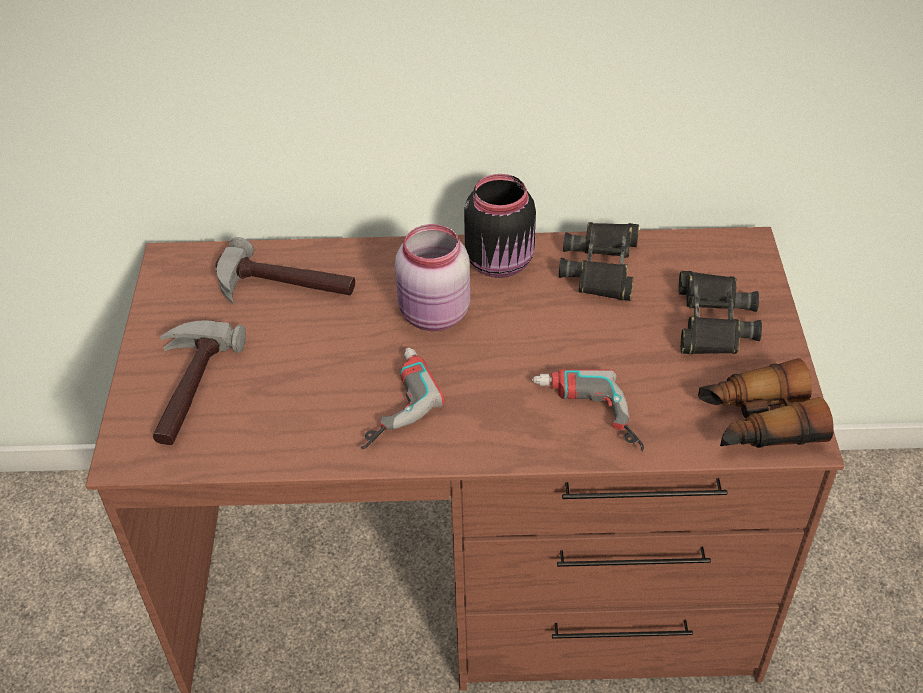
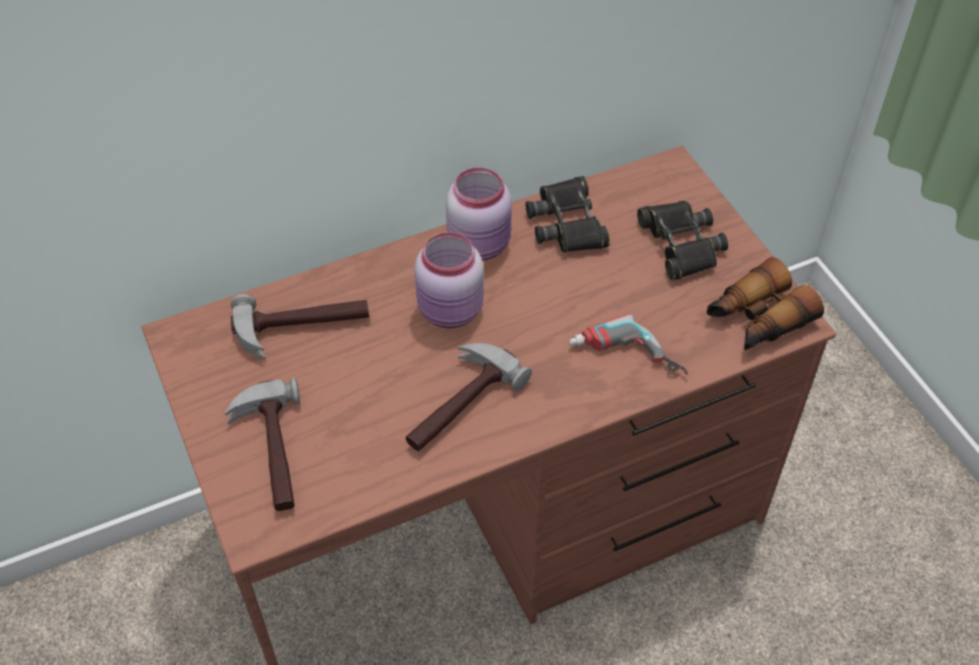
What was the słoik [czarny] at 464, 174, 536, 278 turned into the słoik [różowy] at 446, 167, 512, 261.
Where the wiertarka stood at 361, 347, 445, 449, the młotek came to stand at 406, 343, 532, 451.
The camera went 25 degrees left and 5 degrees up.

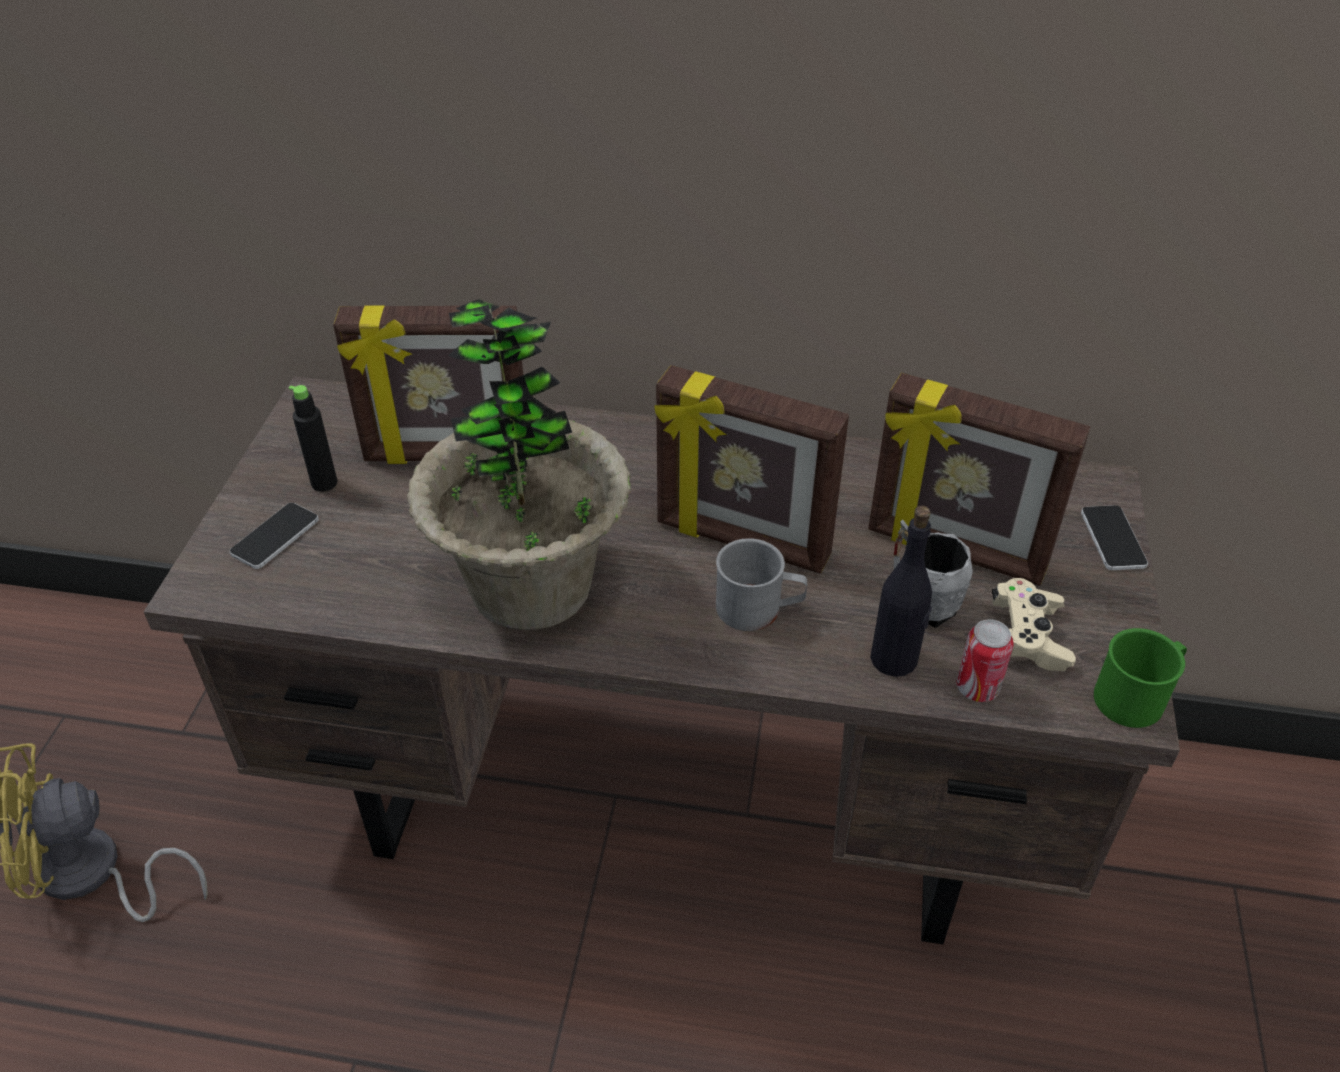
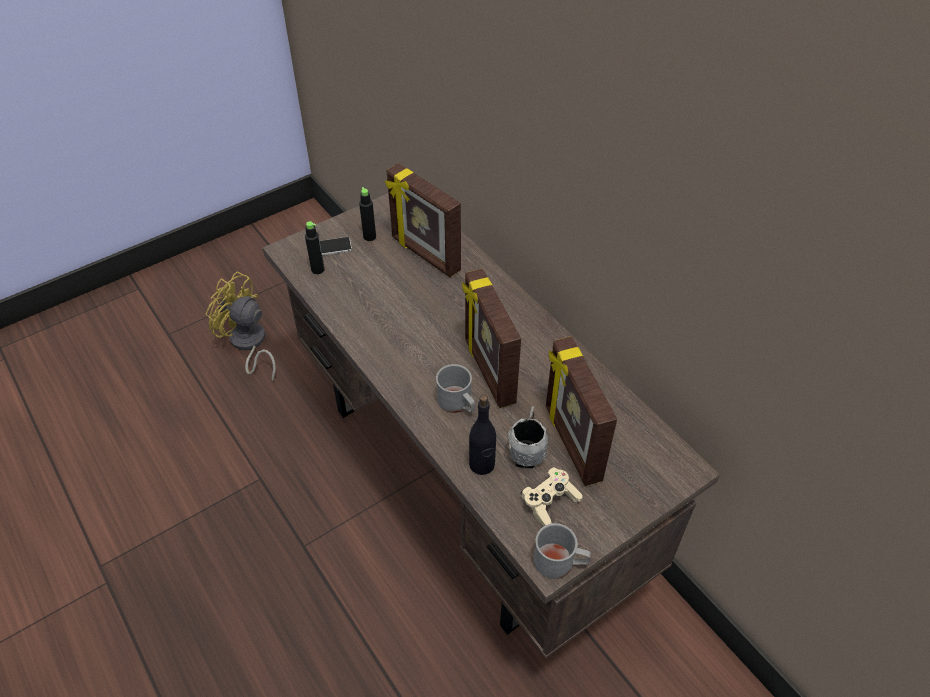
The second view lost the roślina doniczkowa at 407, 299, 631, 630.
The second view lost the telefon at 1081, 505, 1148, 570.
The second view lost the puszka at 956, 619, 1014, 702.
What was the kubek [zielony] at 1094, 628, 1187, 728 turned into the kubek [szary] at 534, 523, 591, 579.
The second view gained the butelka [czarny] at 305, 221, 325, 274.
The camera went 45 degrees right and 5 degrees up.

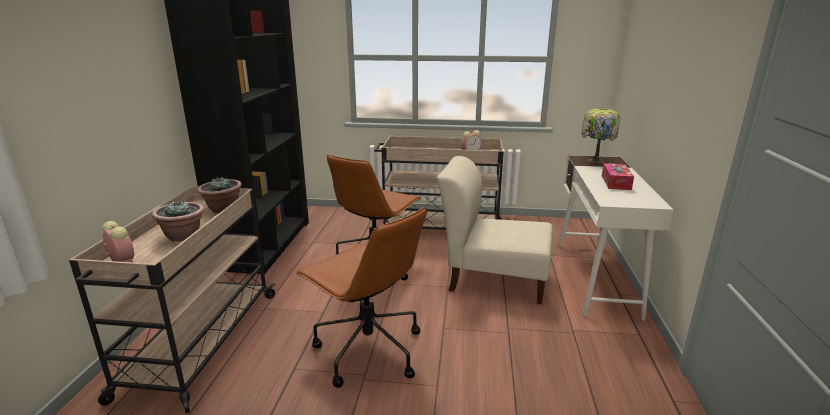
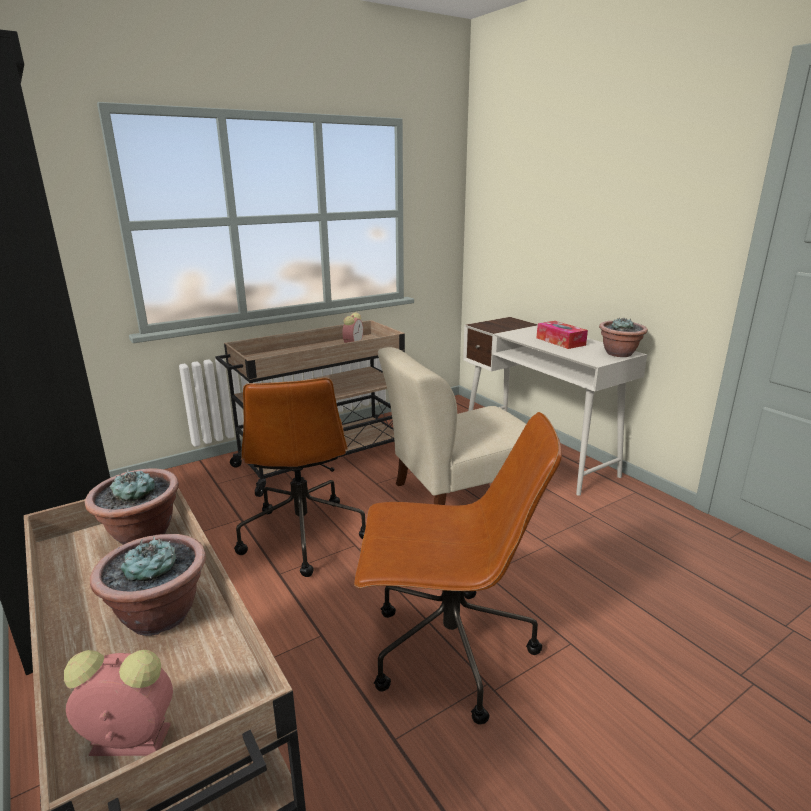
The second view lost the lampa stołowa at 581, 107, 620, 163.
The second view gained the roślina doniczkowa at 599, 317, 648, 357.
The camera went 40 degrees left and 0 degrees up.

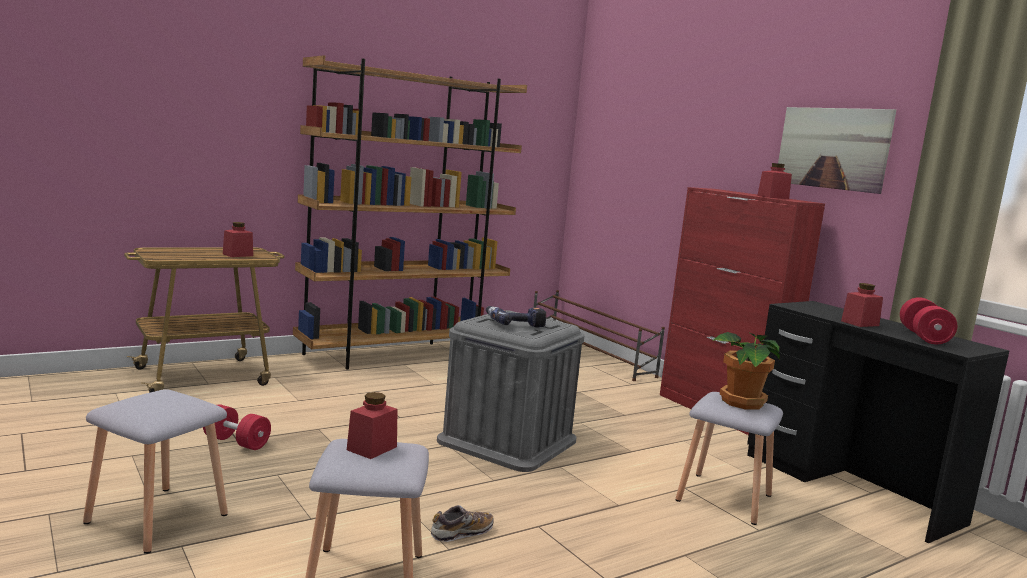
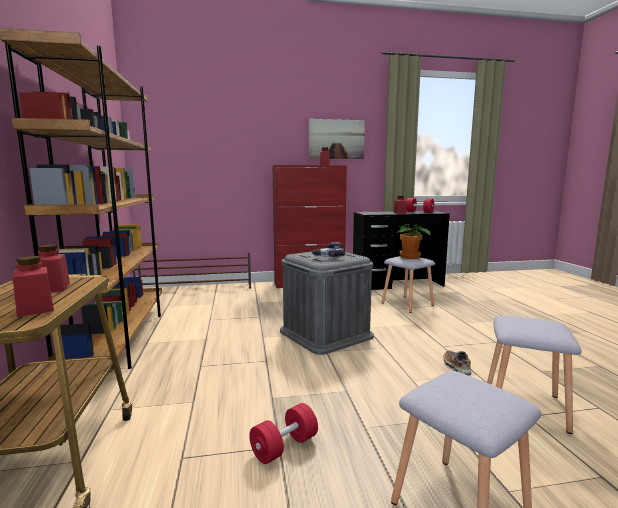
The słoik [czerwony] ended up elsewhere, having gone from 347, 392, 398, 459 to 13, 256, 54, 317.
The camera went 65 degrees left and 0 degrees up.

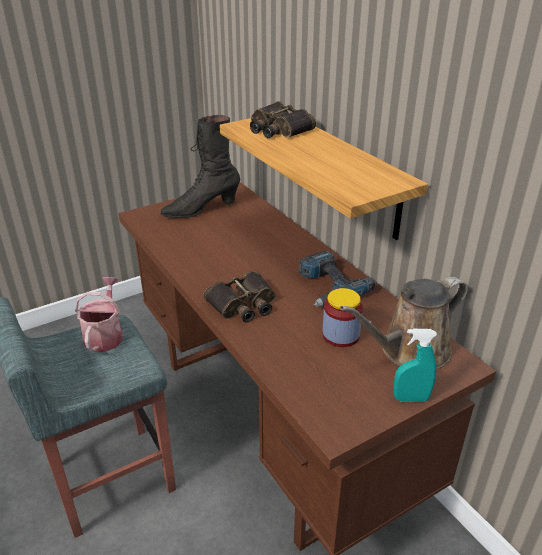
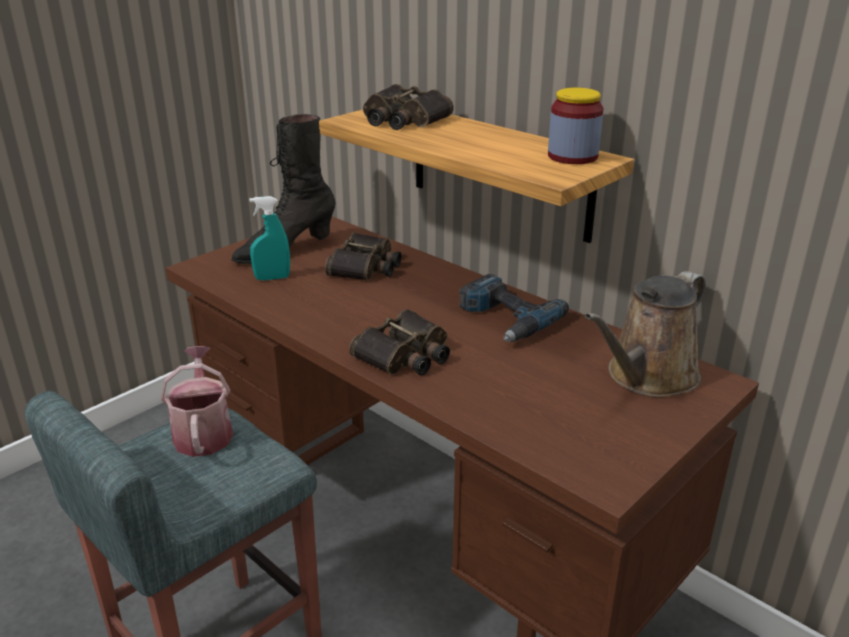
The słoik ended up elsewhere, having gone from 322, 288, 363, 347 to 548, 88, 604, 164.
The spryskiwacz [turkusowy] ended up elsewhere, having gone from 393, 329, 437, 402 to 249, 196, 290, 280.
The second view gained the lornetka at 325, 232, 402, 281.
The camera went 15 degrees left and 5 degrees down.

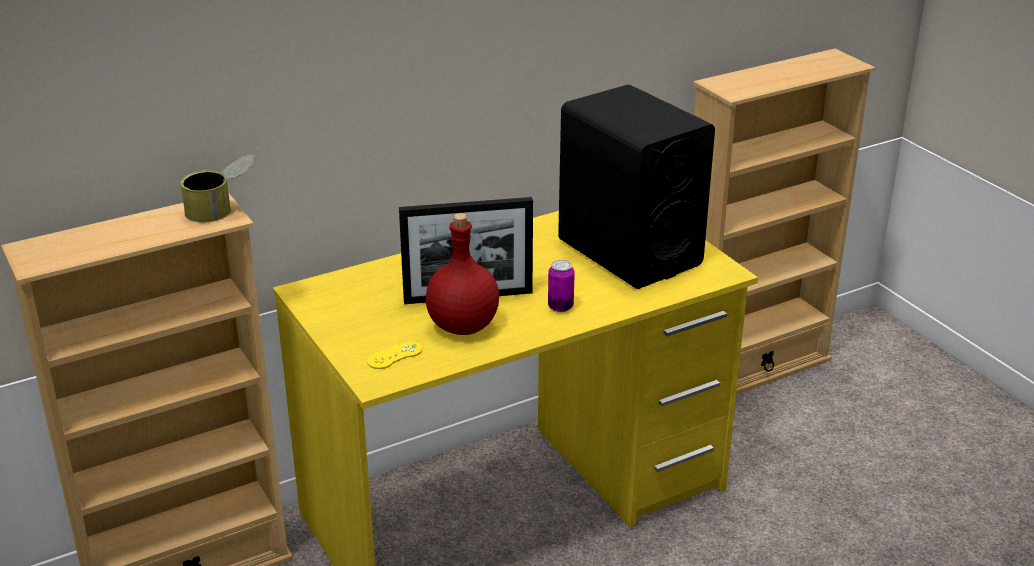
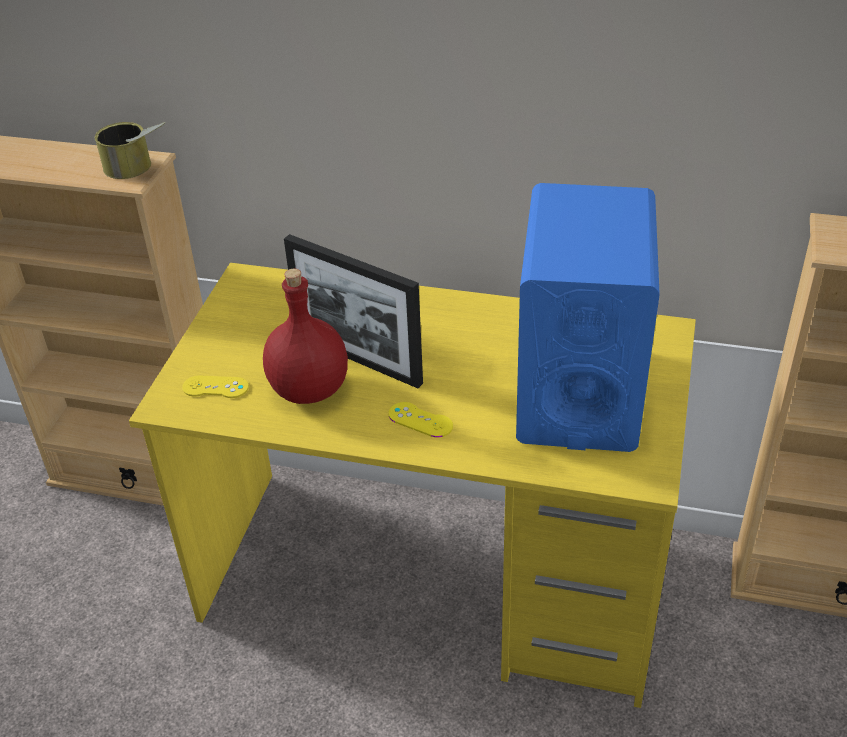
What was the głośnik [czarny] at 558, 84, 715, 289 turned into the głośnik [niebieski] at 516, 183, 660, 452.
Where the puszka stood at 548, 260, 575, 312, the pad do gier [żółty] came to stand at 388, 402, 453, 437.
The camera went 45 degrees right and 10 degrees up.

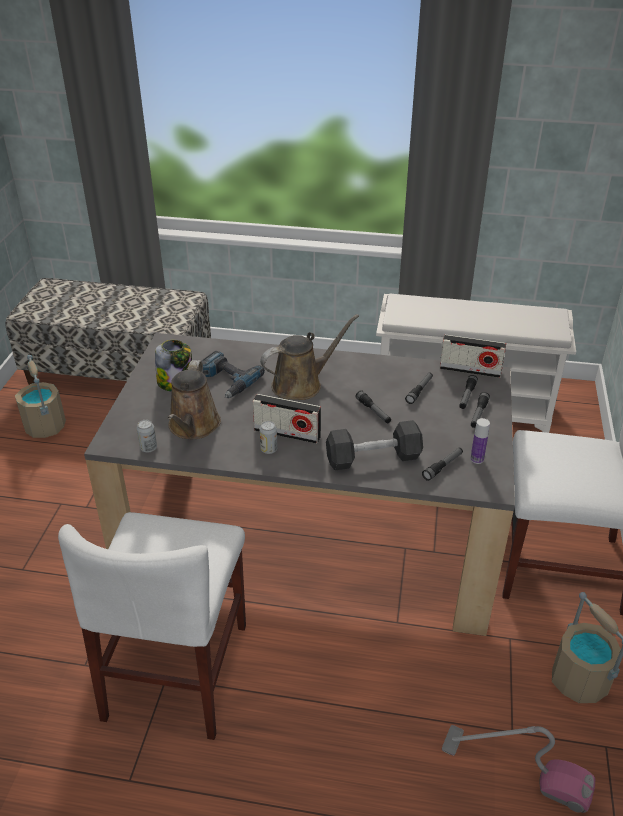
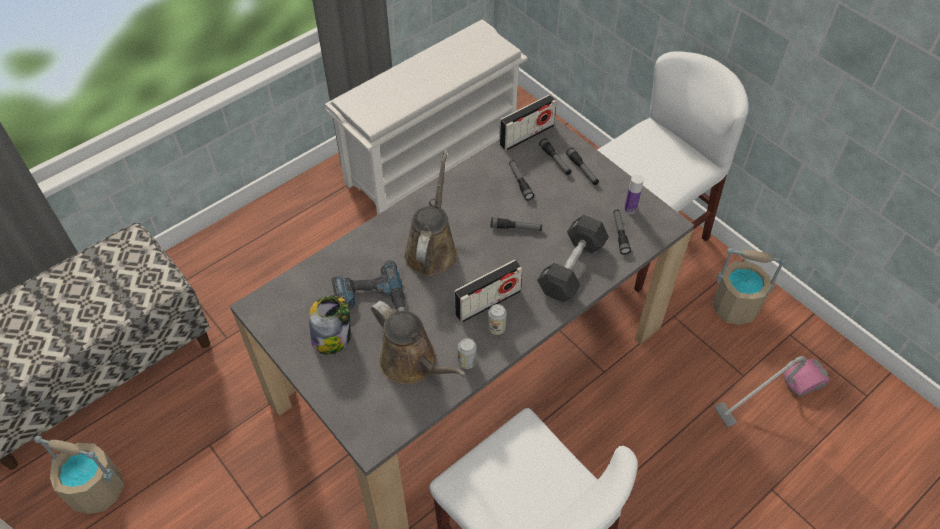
The puszka ended up elsewhere, having gone from 137, 420, 157, 453 to 458, 338, 477, 369.
The camera went 50 degrees left and 15 degrees up.

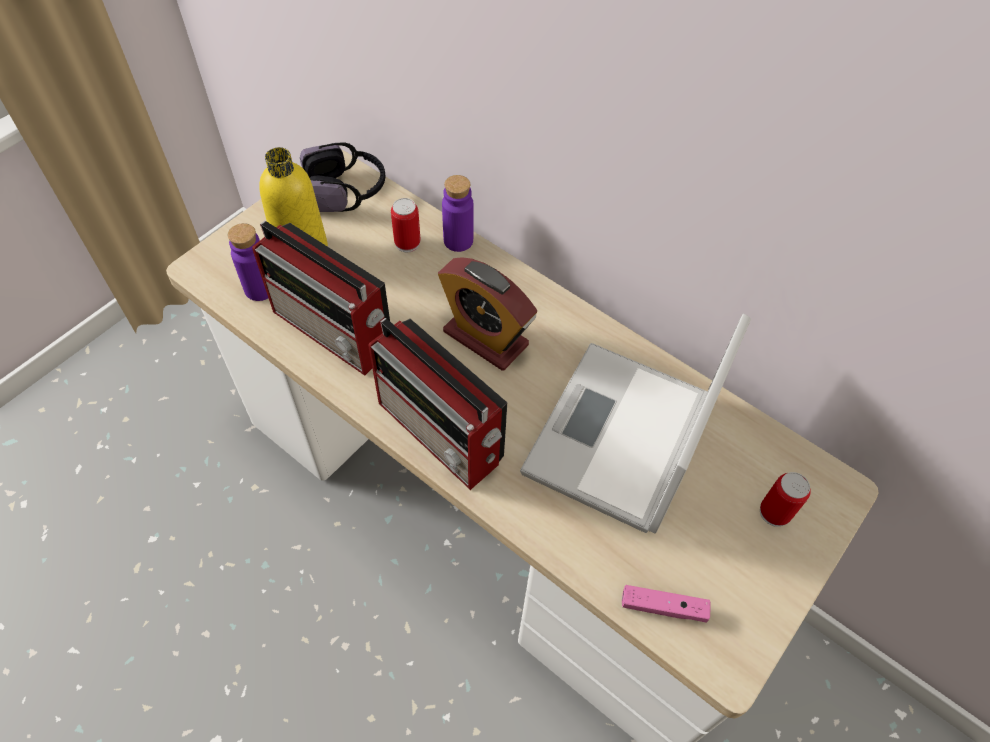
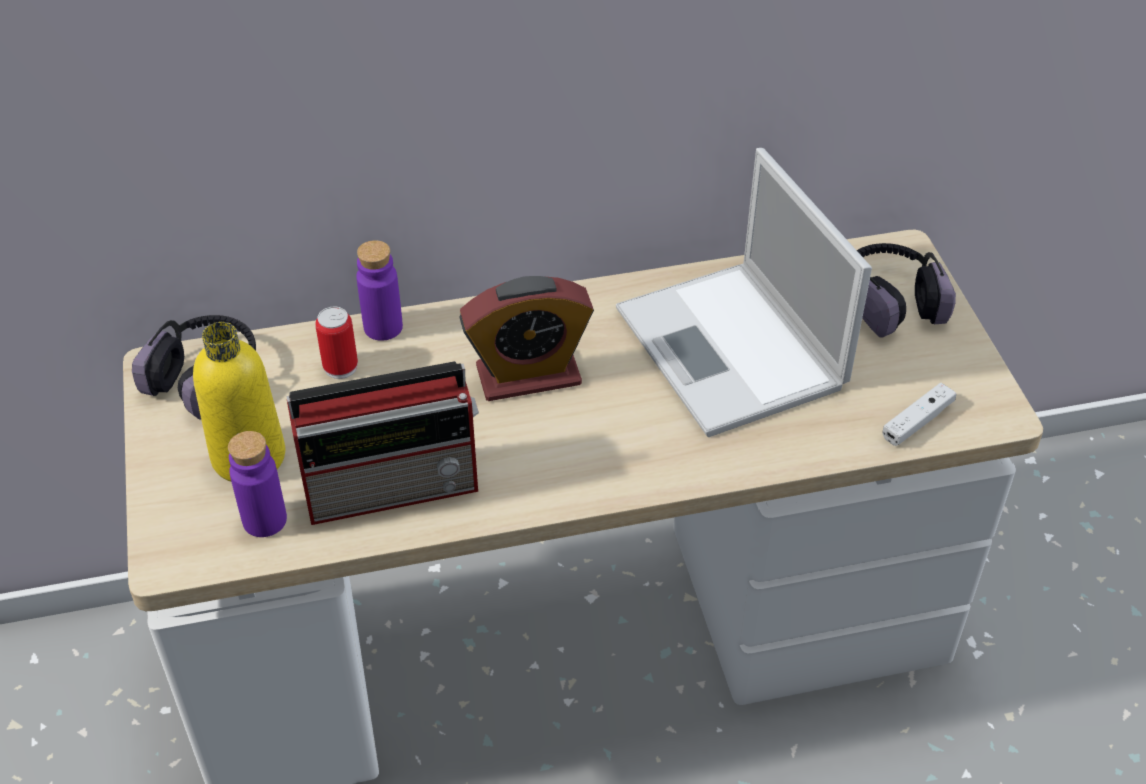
The second view lost the radio at 368, 318, 507, 490.
Where the puszka stood at 760, 472, 811, 527, the słuchawki came to stand at 857, 243, 956, 338.
What was the pad do gier [różowy] at 622, 585, 711, 623 turned into the pad do gier [biały] at 882, 383, 957, 446.
The camera went 50 degrees left and 10 degrees down.

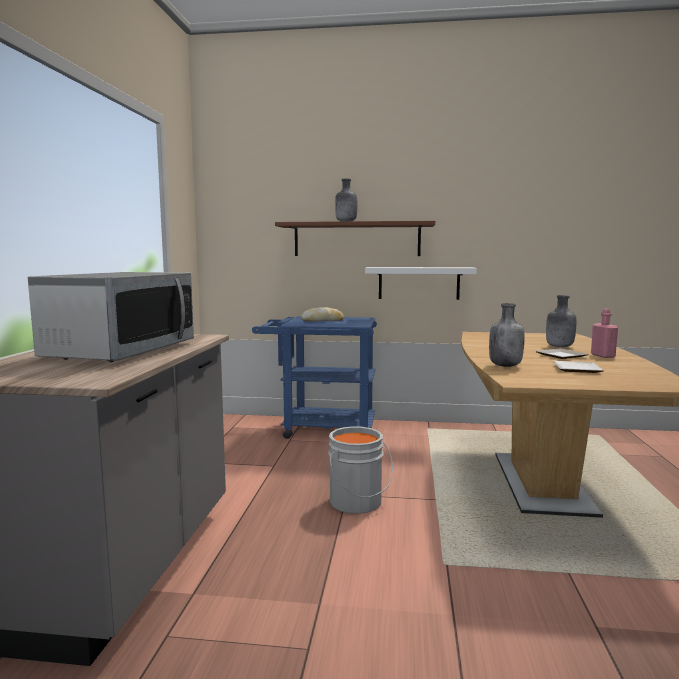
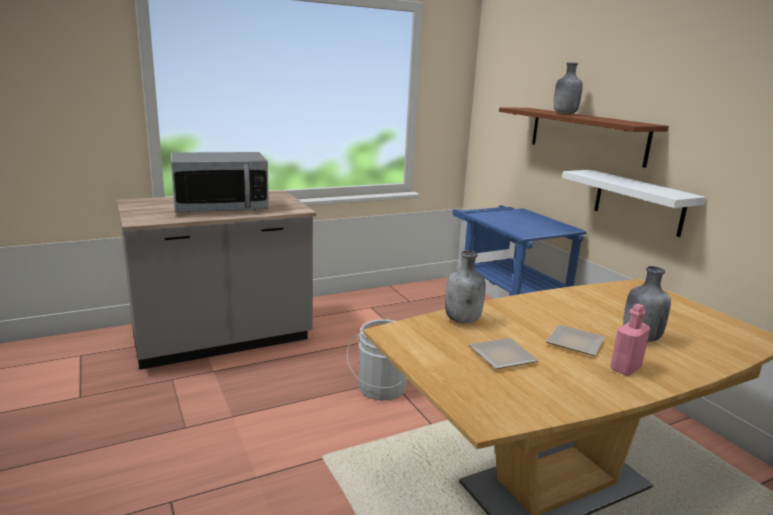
The second view lost the chleb at 301, 307, 344, 321.
The camera went 55 degrees right and 10 degrees up.

